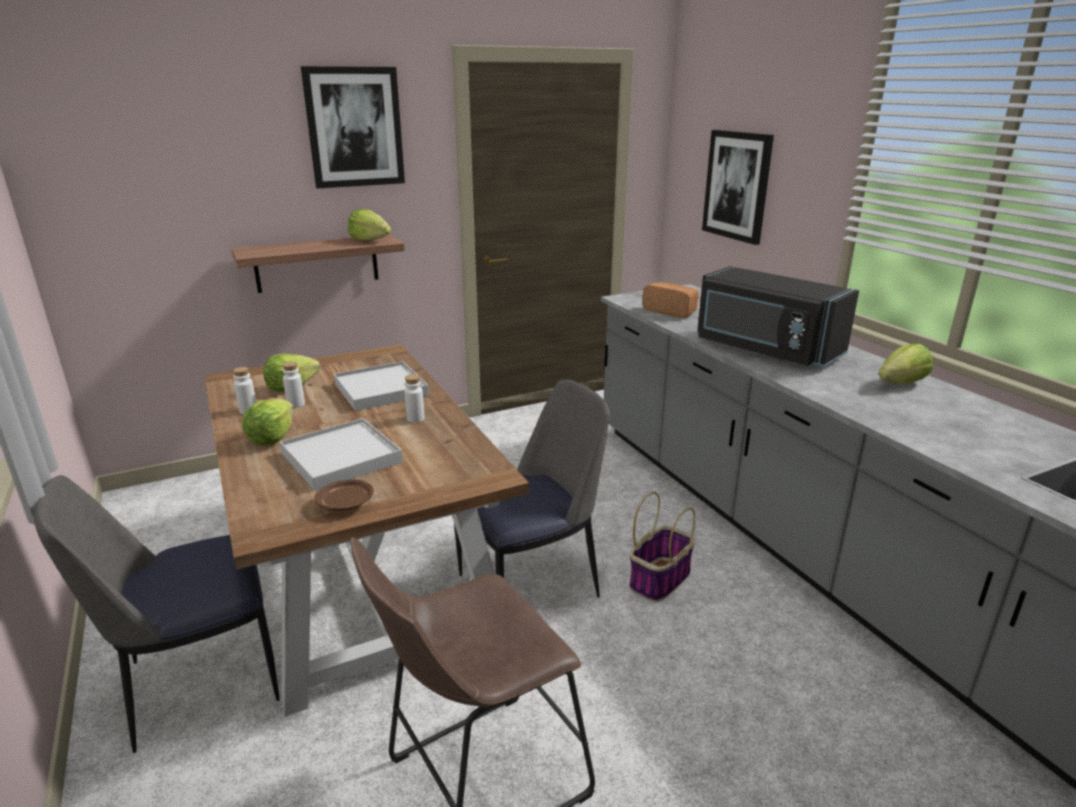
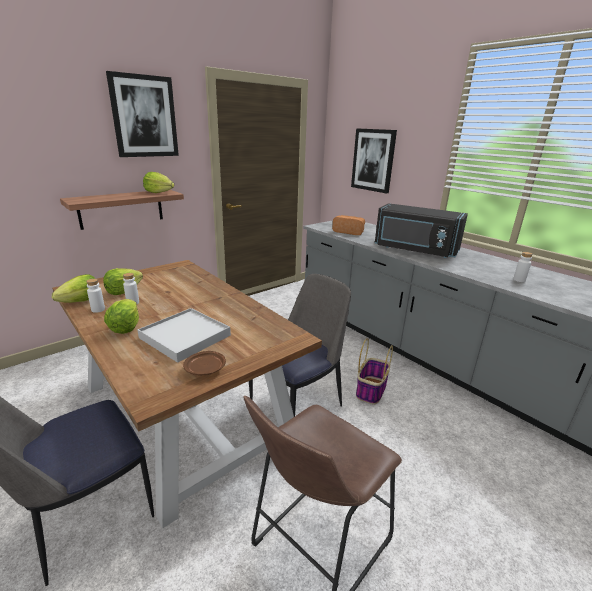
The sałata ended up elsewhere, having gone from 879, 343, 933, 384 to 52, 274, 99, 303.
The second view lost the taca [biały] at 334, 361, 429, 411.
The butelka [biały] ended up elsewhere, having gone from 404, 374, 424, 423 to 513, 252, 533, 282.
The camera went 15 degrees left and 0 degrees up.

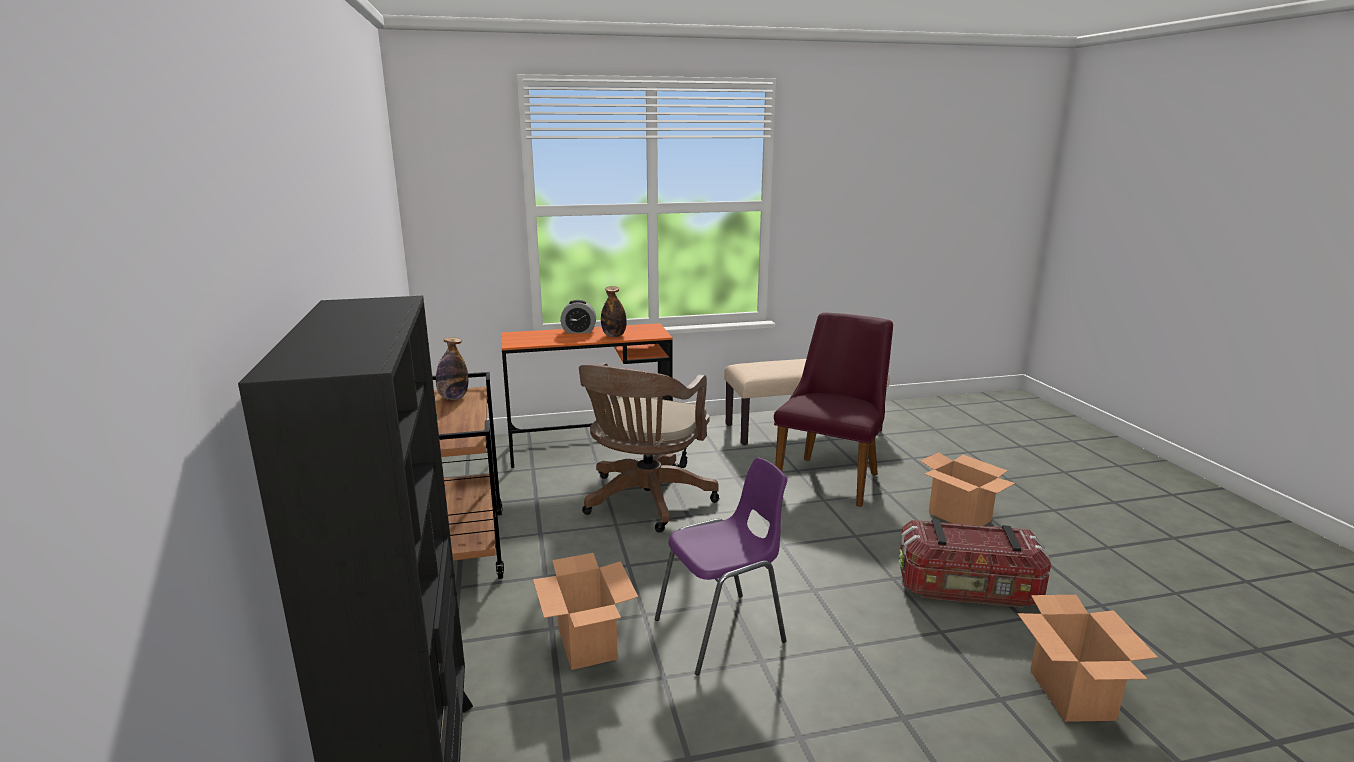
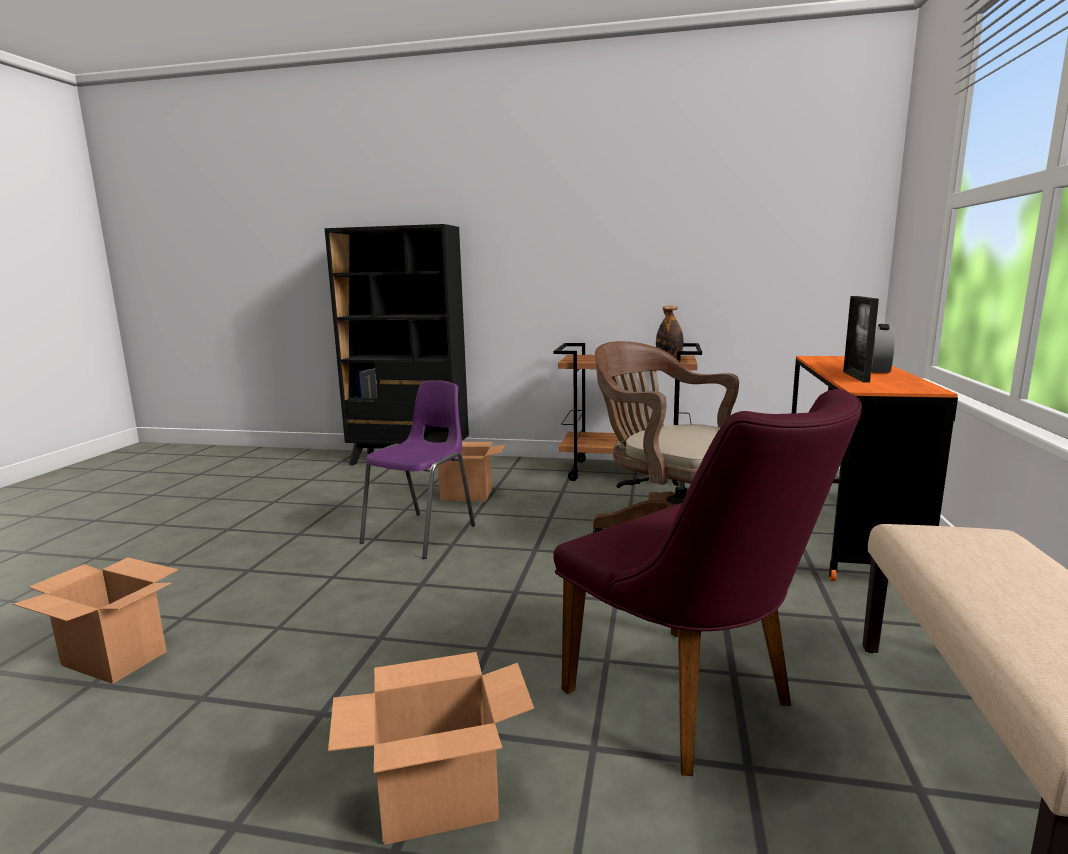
Where the butelka stood at 601, 286, 627, 337, the ramka na zdjęcie came to stand at 843, 296, 879, 382.
The krzesło [fioletowy] at 655, 457, 787, 676 ended up facing another way, 150 degrees counterclockwise from before.
The second view lost the pojemnik do przechowywania at 898, 519, 1051, 608.
The camera went 115 degrees right and 5 degrees down.

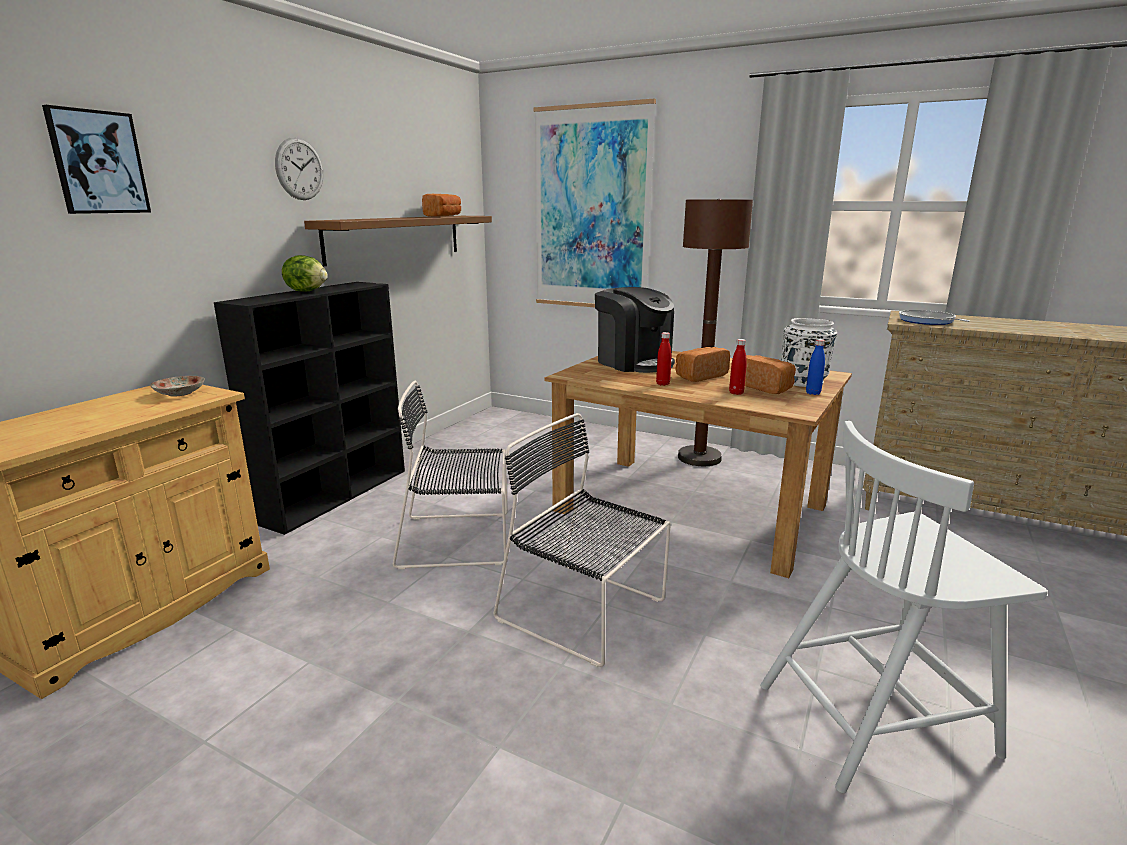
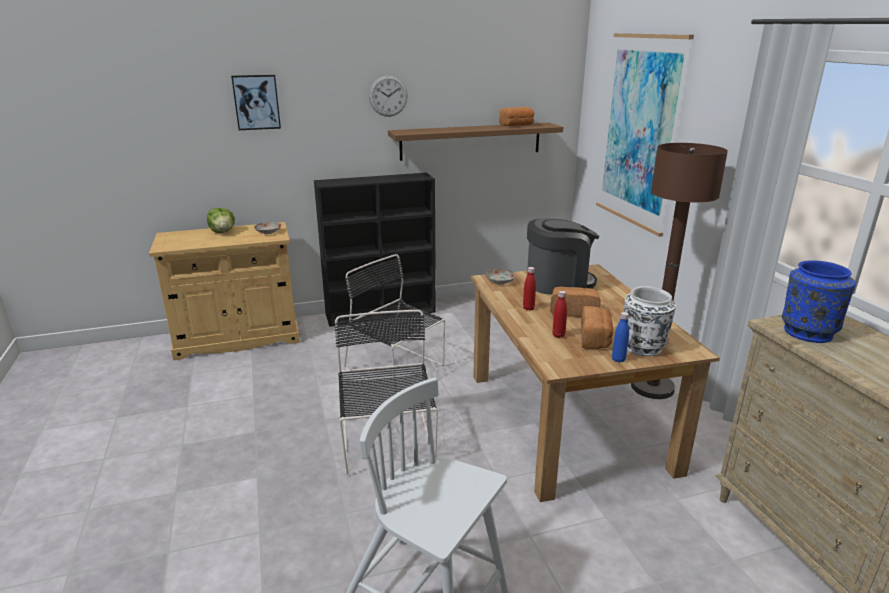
The sałata ended up elsewhere, having gone from 282, 255, 328, 292 to 207, 208, 235, 233.
The ekspres do kawy at 595, 287, 675, 373 ended up facing another way, 105 degrees counterclockwise from before.
Where the patelnia stood at 899, 310, 970, 325, the wazon [niebieski] came to stand at 782, 260, 856, 343.
The second view gained the talerz at 485, 269, 516, 284.
The camera went 45 degrees right and 5 degrees up.

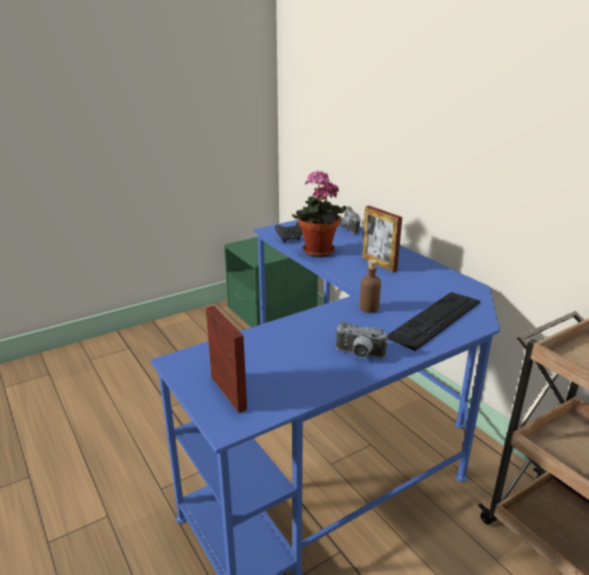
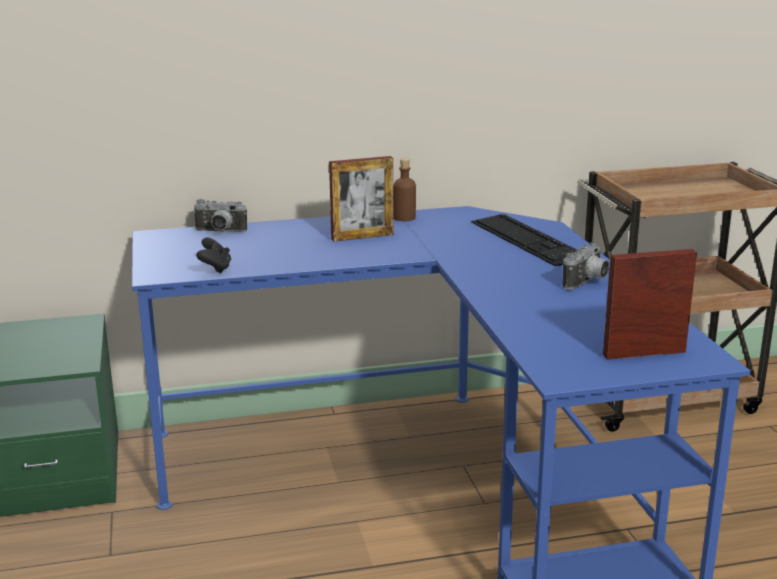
The second view lost the roślina doniczkowa at 292, 170, 347, 257.
The butelka [brązowy] ended up elsewhere, having gone from 360, 259, 381, 313 to 393, 158, 416, 221.
The camera went 70 degrees left and 5 degrees down.

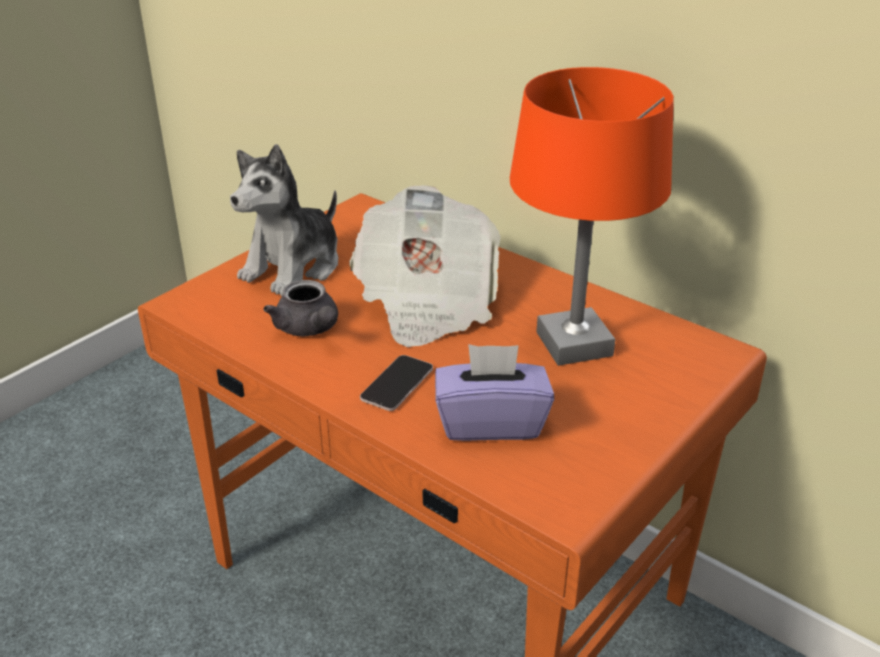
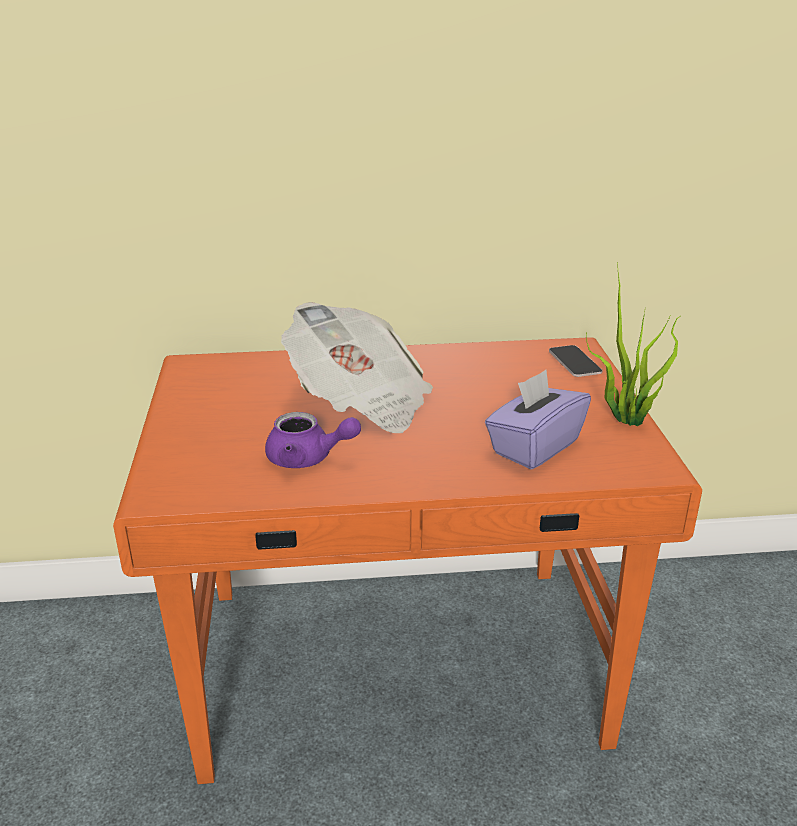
The second view lost the lampa stołowa [pomarańczowy] at 510, 67, 674, 366.
The second view lost the pluszak at 230, 144, 338, 296.
What was the imbryk [szary] at 263, 280, 338, 336 turned into the imbryk [fioletowy] at 265, 412, 361, 468.
The telefon ended up elsewhere, having gone from 360, 355, 433, 411 to 549, 345, 602, 377.
The second view gained the roślina doniczkowa at 586, 262, 681, 426.
The camera went 45 degrees left and 5 degrees down.

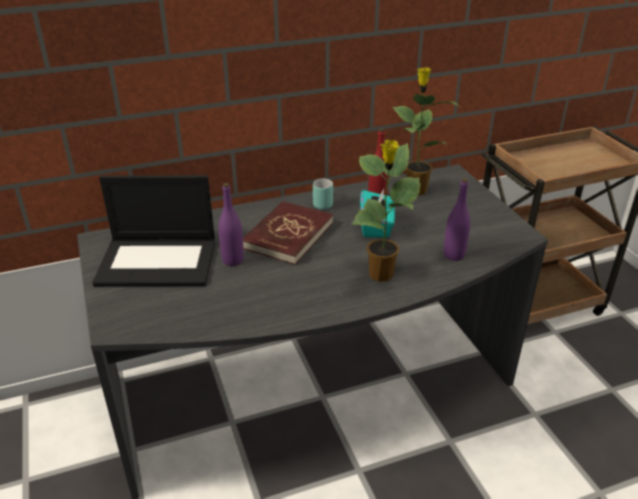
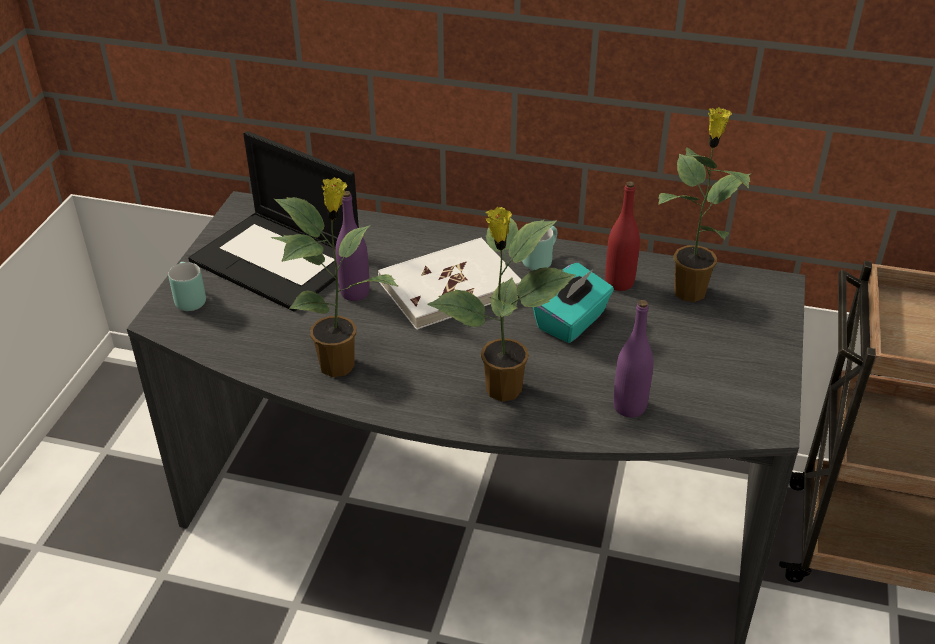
What was the książka [czerwony] at 243, 201, 333, 265 turned into the książka [biały] at 378, 237, 521, 330.
The second view gained the roślina doniczkowa at 271, 177, 399, 377.
The second view gained the kubek [turkusowy] at 168, 262, 206, 311.
The camera went 35 degrees right and 5 degrees up.

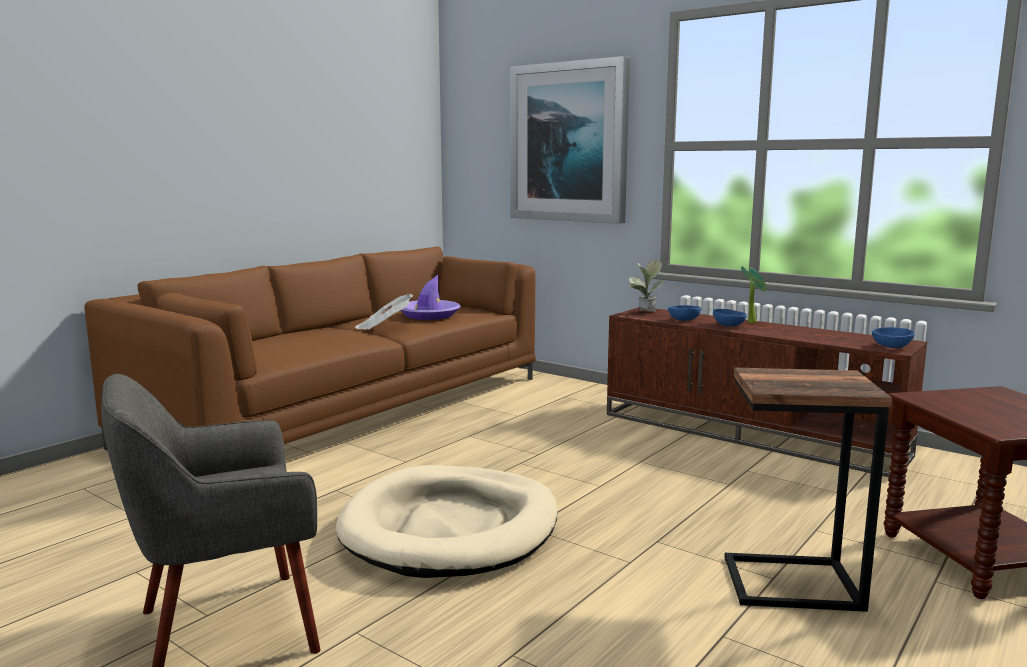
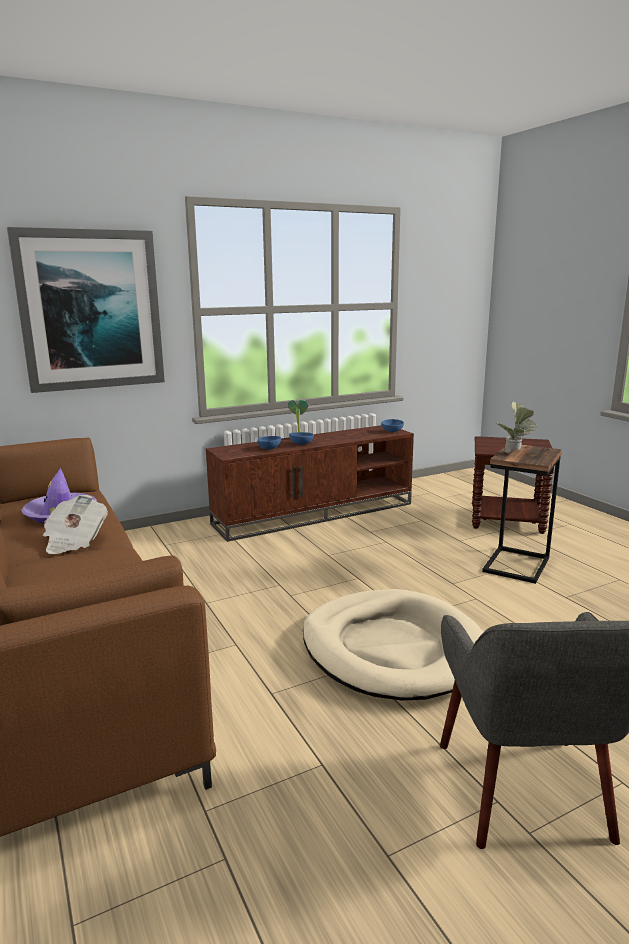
The roślina doniczkowa ended up elsewhere, having gone from 629, 260, 664, 312 to 495, 402, 537, 453.
The camera went 65 degrees left and 5 degrees up.

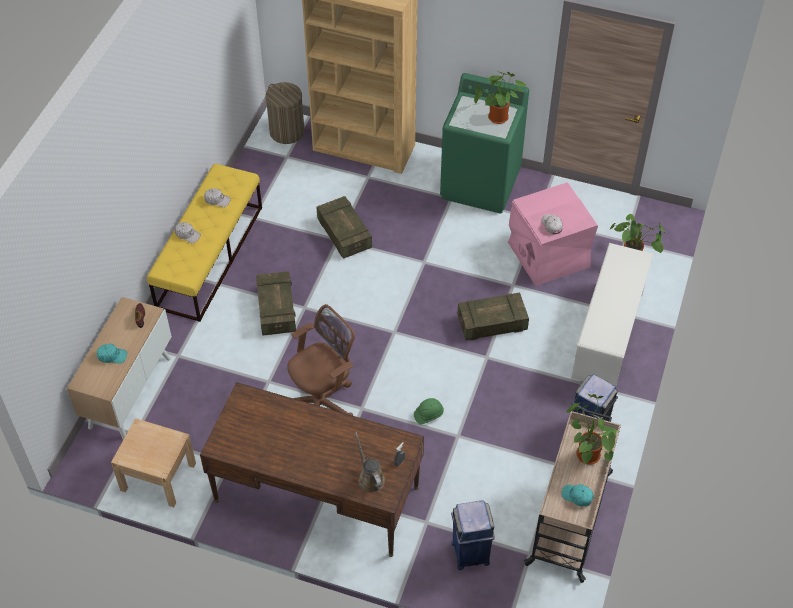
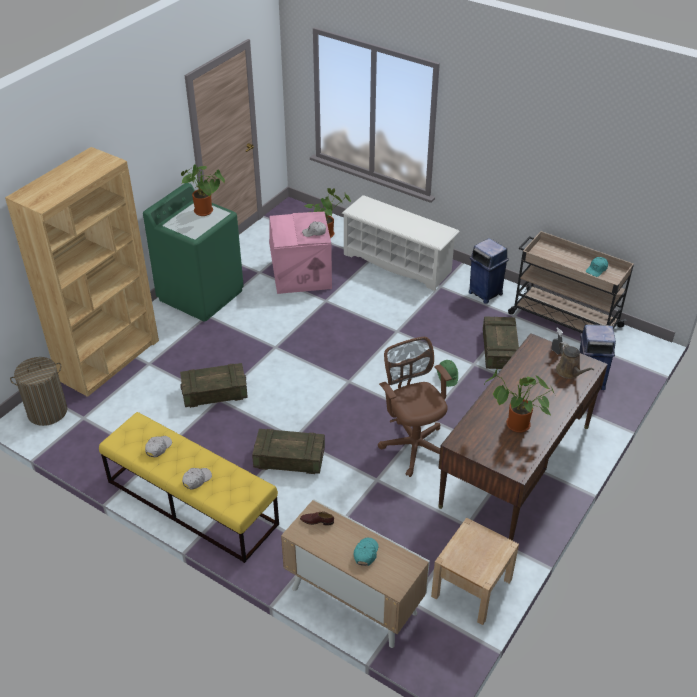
The skrzynka ended up elsewhere, having gone from 458, 293, 529, 340 to 483, 316, 519, 369.
The roślina doniczkowa ended up elsewhere, having gone from 566, 393, 617, 465 to 484, 369, 554, 433.
The konewka [brązowy] at 355, 432, 385, 493 ended up facing another way, 105 degrees counterclockwise from before.
The camera went 75 degrees left and 10 degrees down.

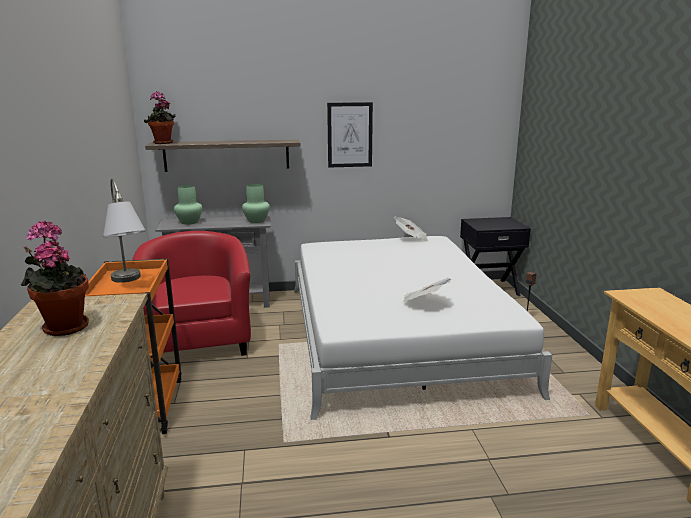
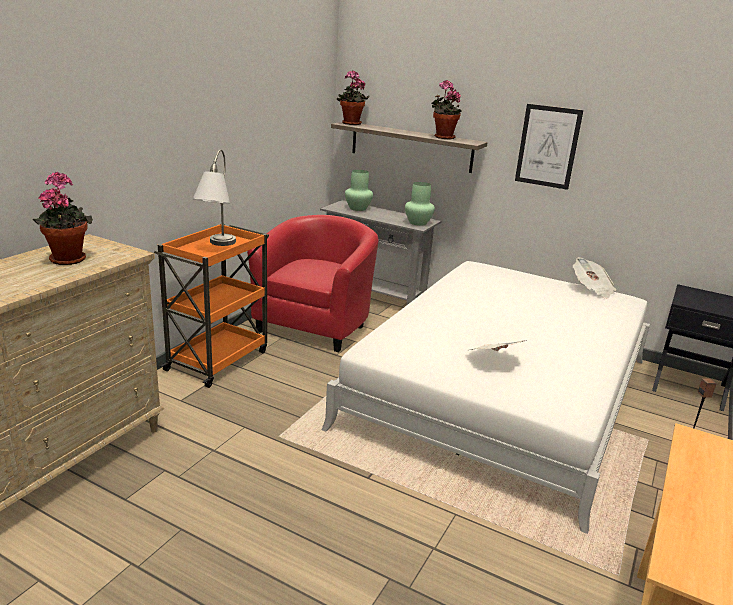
The second view gained the roślina doniczkowa at 432, 80, 462, 139.
The camera went 35 degrees right and 5 degrees up.

